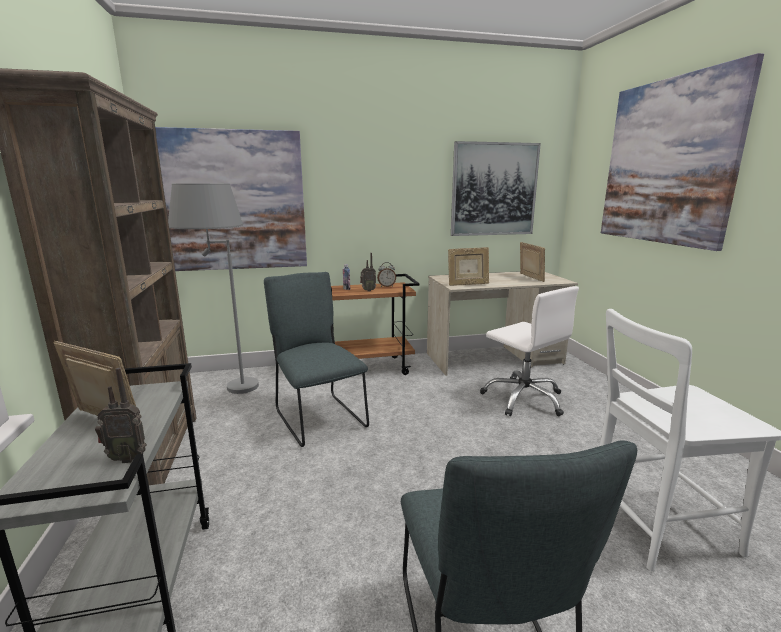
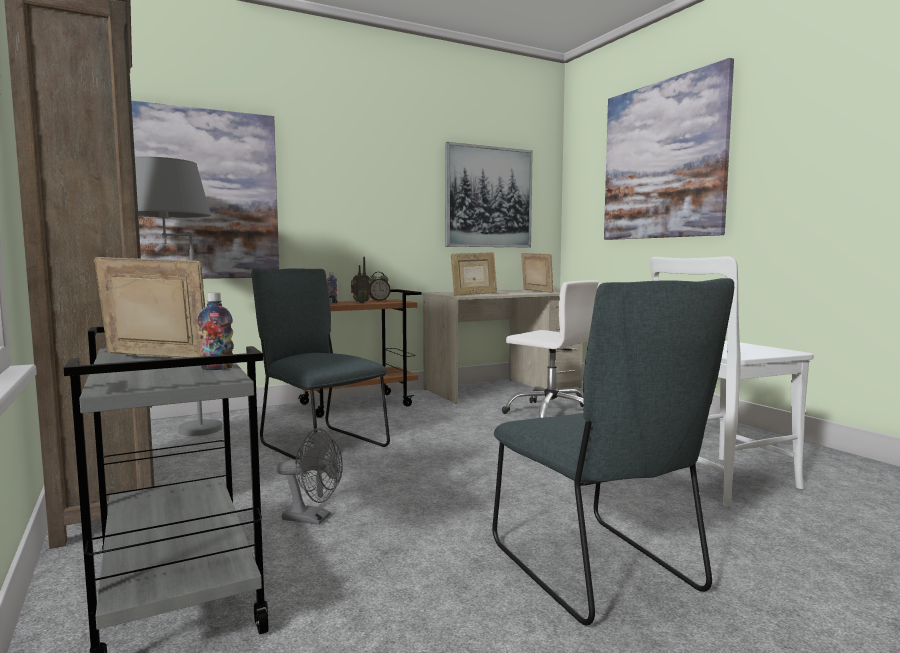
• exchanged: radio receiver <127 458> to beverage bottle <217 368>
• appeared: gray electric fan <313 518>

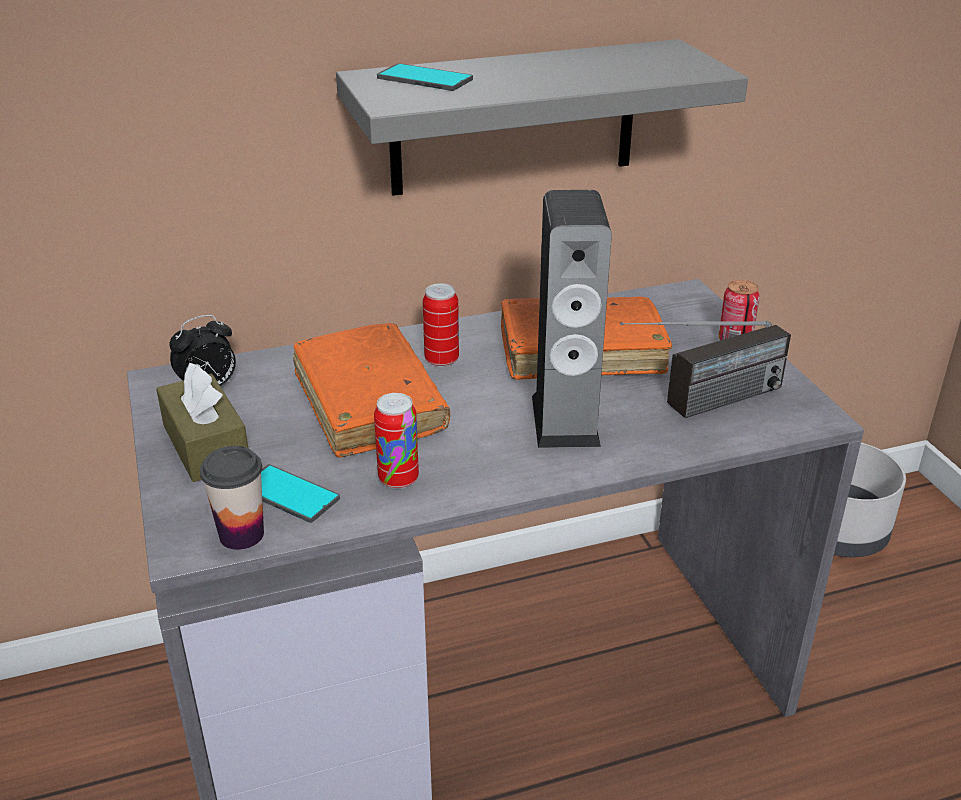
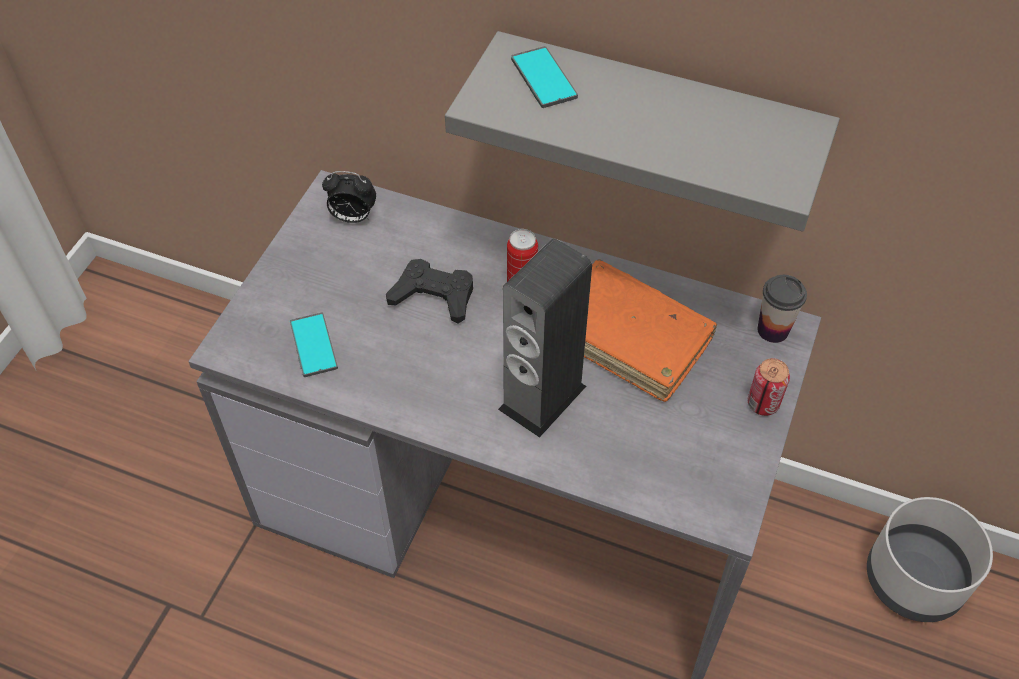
• missing: radio receiver <700 405>
• exchanged: orangey volume <369 403> to black-coloured joypad <434 296>
• missing: brownish box of tissues <206 445>
• missing: sealed can <398 479>
• relocated: cup <241 535> to <773 330>

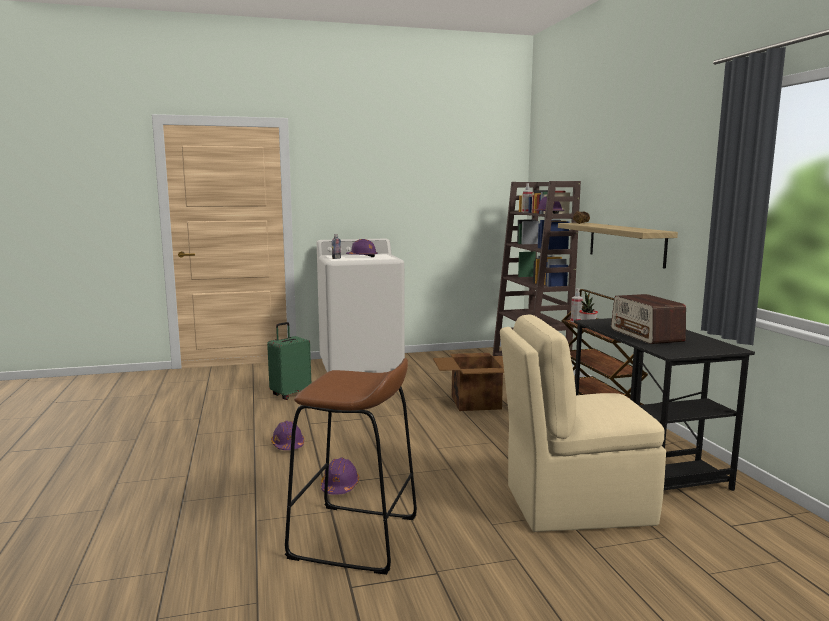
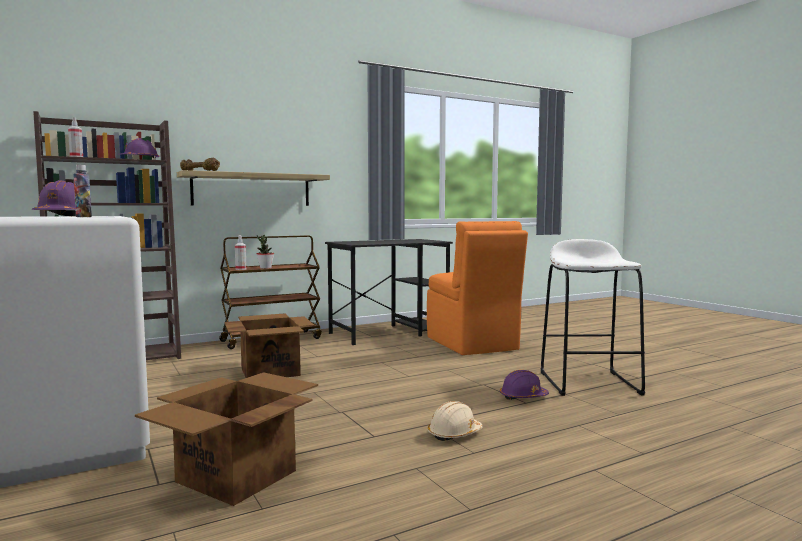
• missing: radio receiver <646 335>
• colour: sand-coloured plain chair <574 504> to orangey plain chair <472 344>
• exchanged: green travel case <290 394> to packing box <234 476>
• colour: brownish stool <354 538> to whitish stool <589 383>
• colour: purplish hard hat <288 445> to sand-coloured hard hat <454 434>

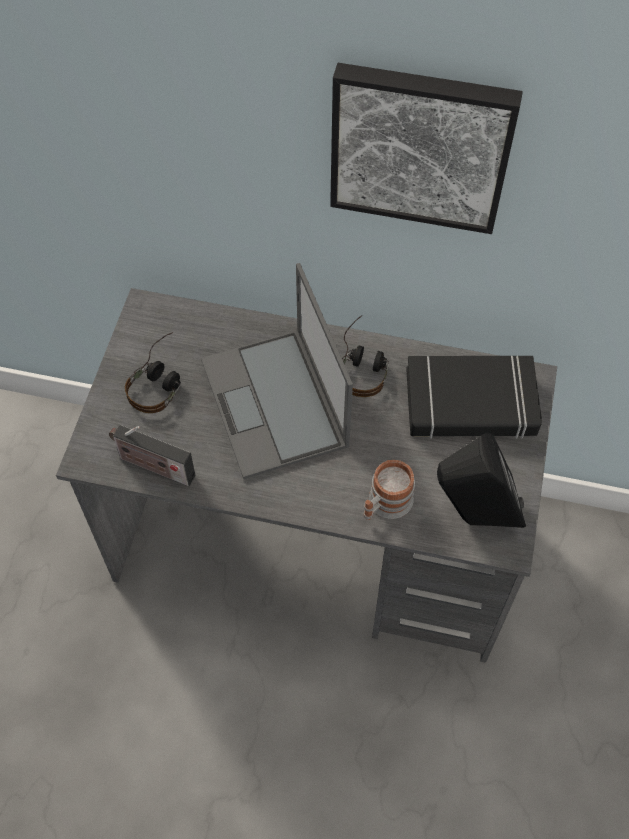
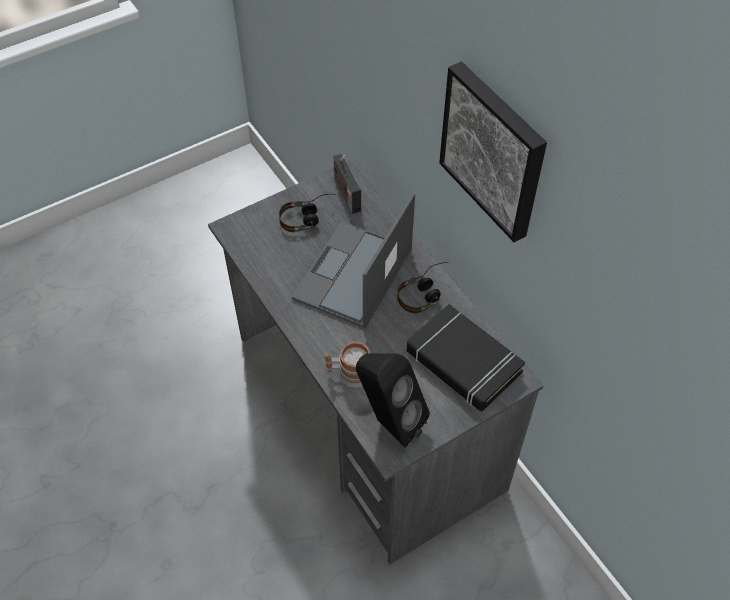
• relocated: radio receiver <153 466> to <345 192>

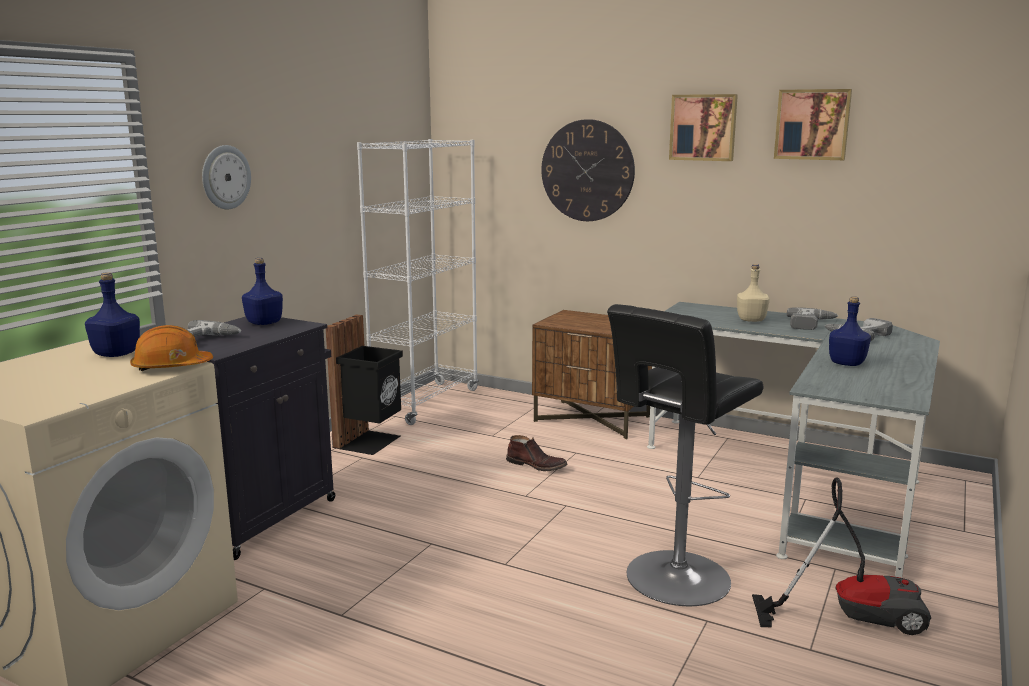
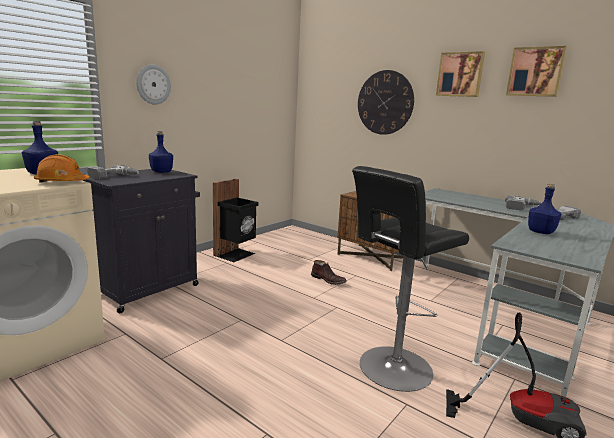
• missing: whitish bookshelf <426 403>
• missing: sand-coloured beverage bottle <752 320>

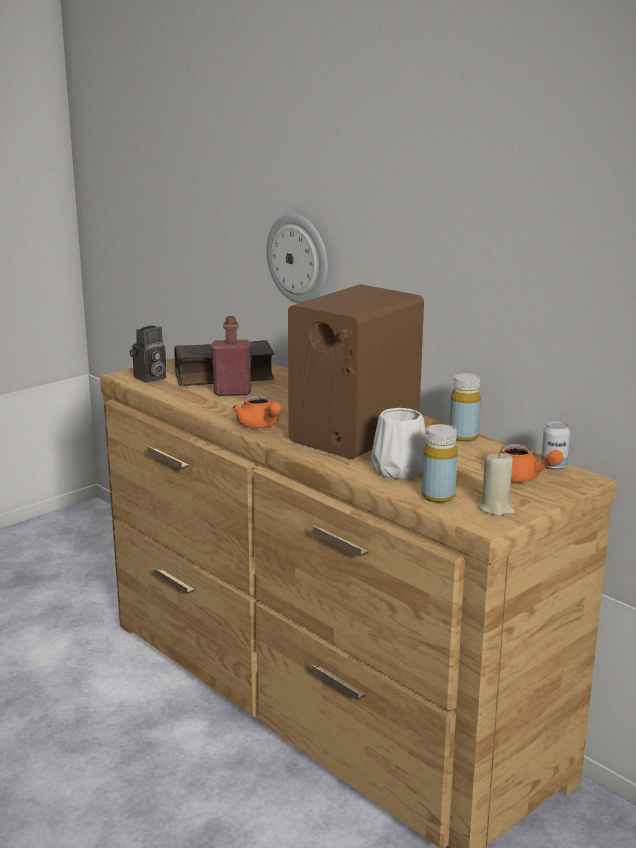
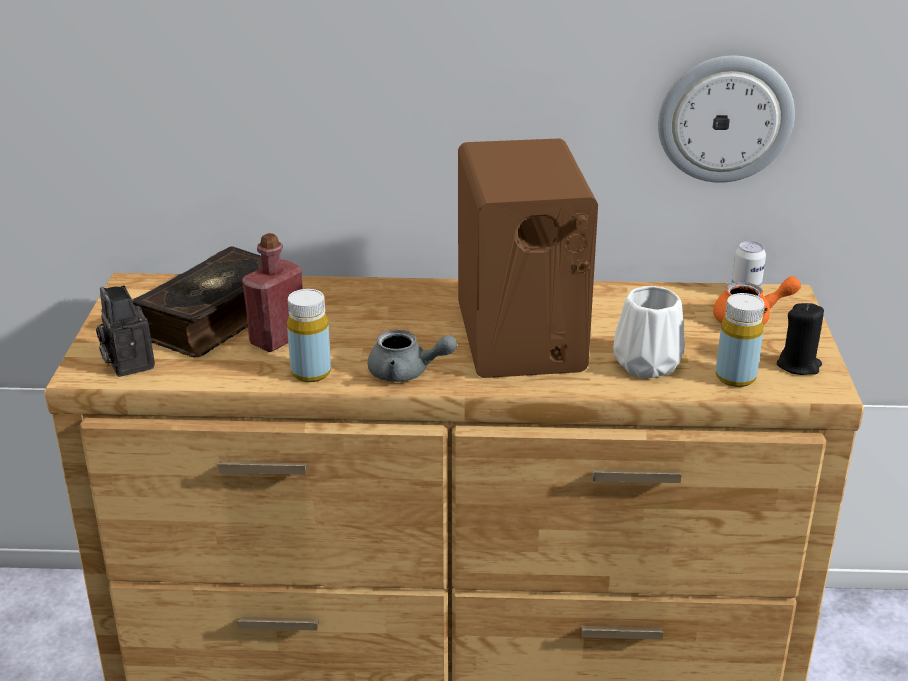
• relocated: hanging clock <299 258> to <725 118>
• spun: still camera <149 378> = <127 363> 150 degrees clockwise
• relocated: yellow beverage bottle <463 437> to <311 373>
• colour: orangey tea pot <260 426> to gray tea pot <407 373>
• colour: sand-coloured wax light <496 508> to black-coloured wax light <799 365>

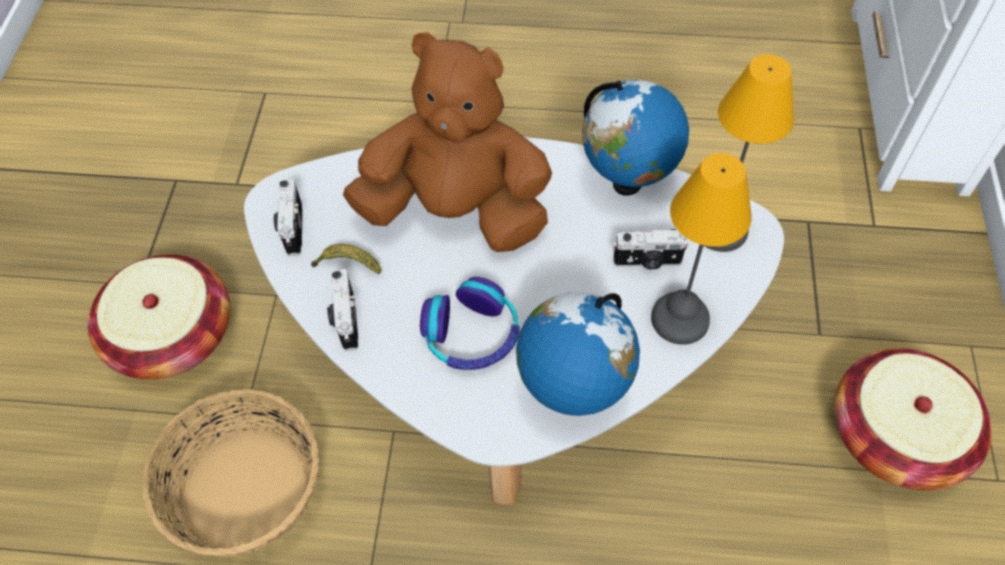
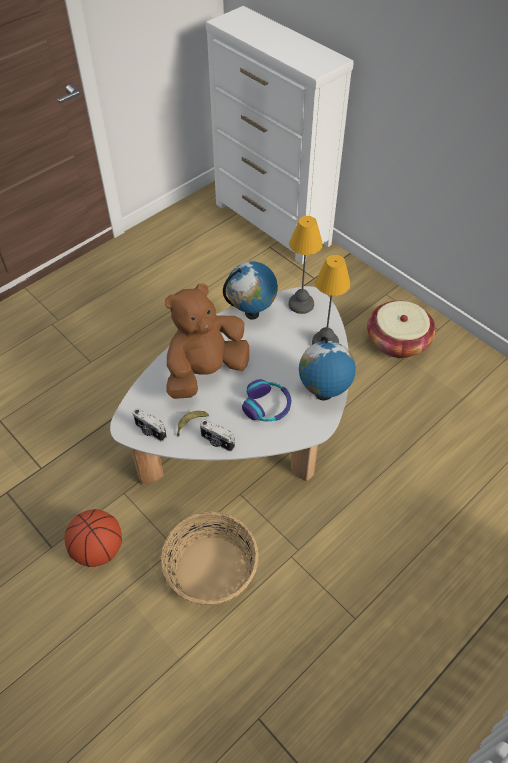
• missing: still camera <647 262>
• exchanged: storage basket <173 335> to ball for basketball <98 549>

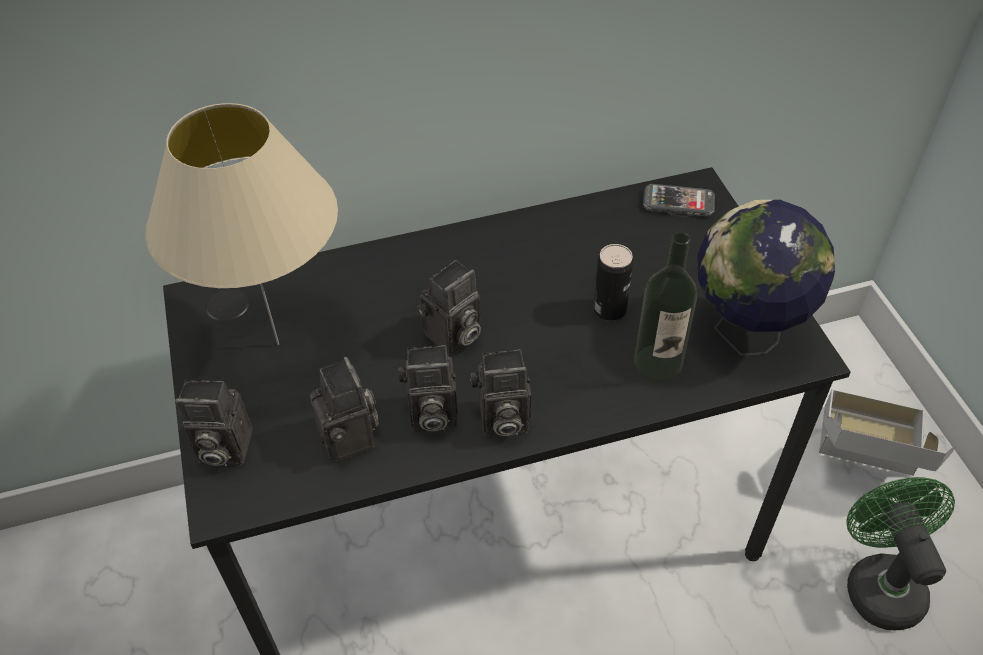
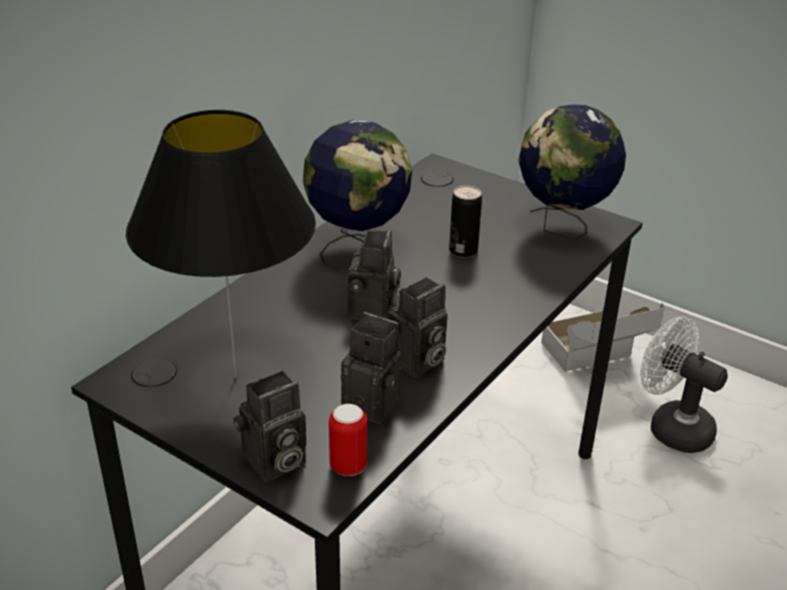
• colour: sand-coloured table lamp <278 343> to black-coloured table lamp <235 376>
• missing: handset <678 202>
• missing: beverage bottle <658 363>
• missing: still camera <501 420>
• colour: green electric fan <879 582> to whitish electric fan <671 427>
• appeared: globe <358 248>
• appeared: sealed can <348 466>

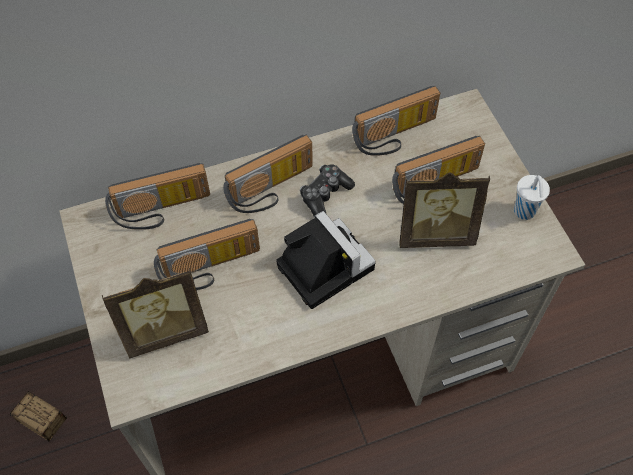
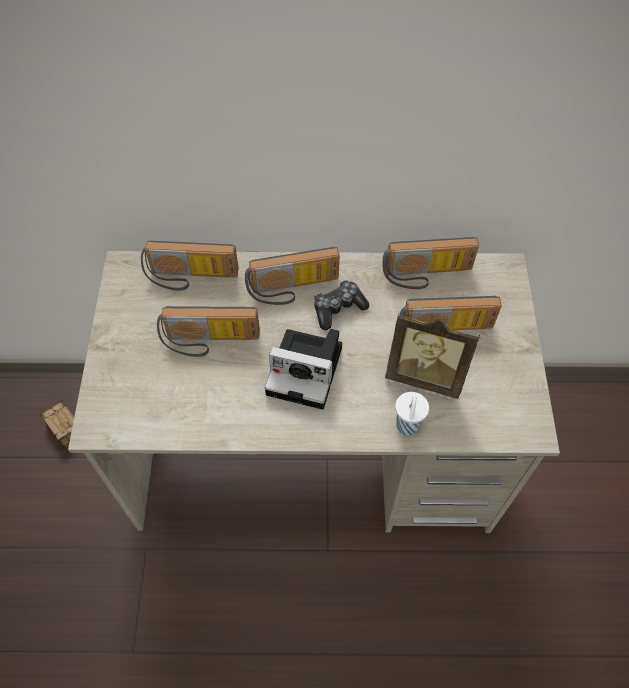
• relocated: whitish cup <524 212> to <407 427>
• spun: still camera <322 265> = <308 370> 120 degrees clockwise
• missing: photo frame <165 330>

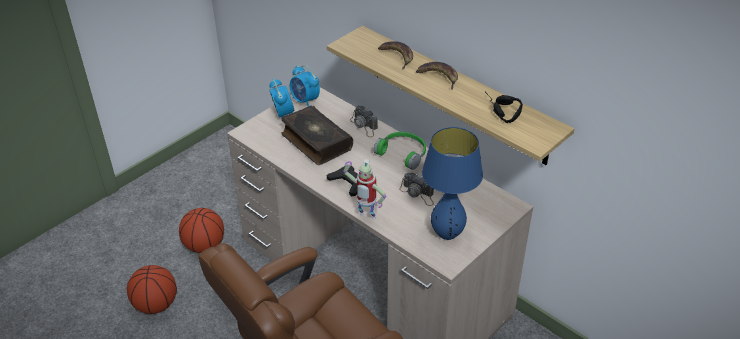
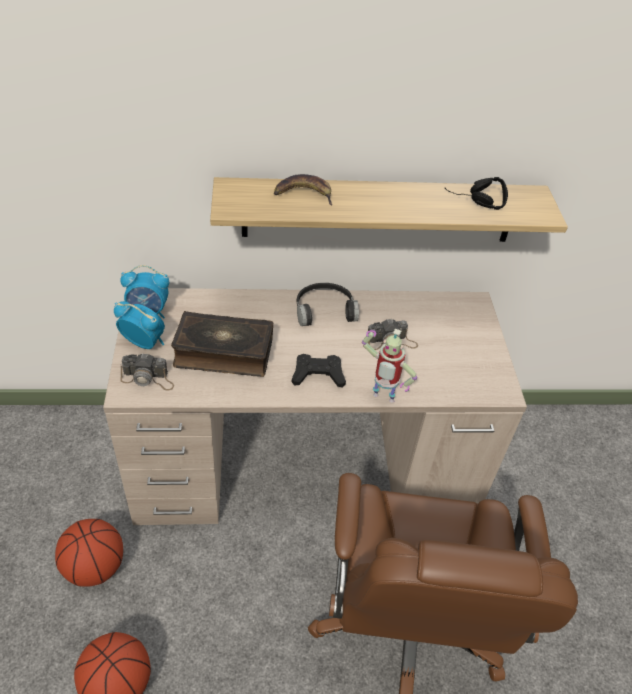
• missing: banana <439 77>
• relocated: still camera <364 126> to <148 378>
• missing: bluish table lamp <447 234>
• colour: green pair of headphones <403 153> to black-coloured pair of headphones <324 310>
• spun: model robot <366 217> = <381 400> 45 degrees clockwise

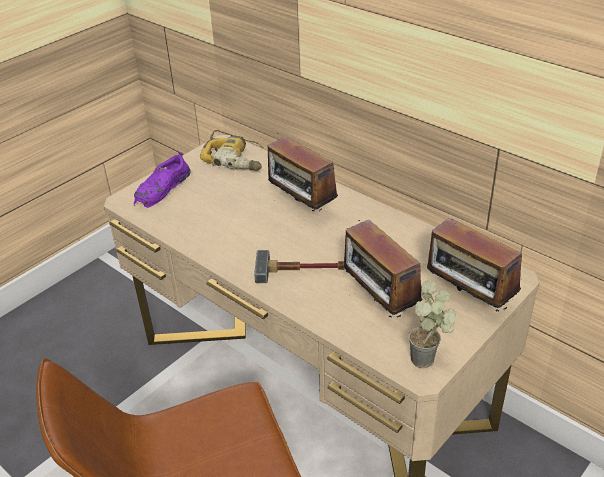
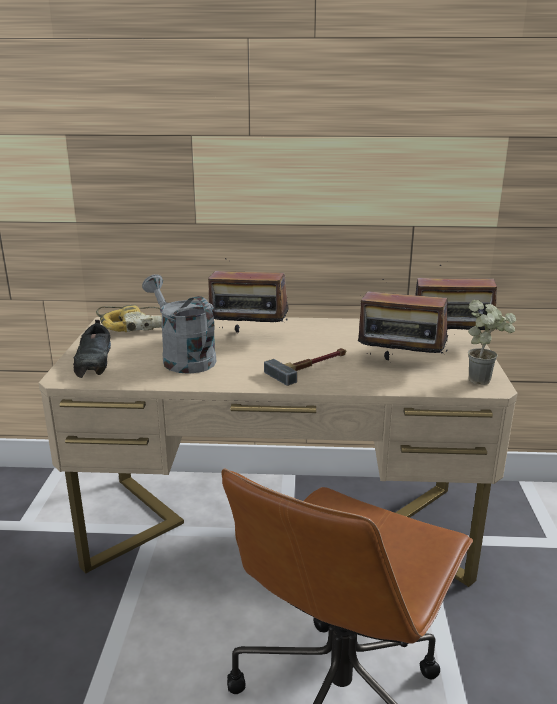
• colour: purplish item of footwear <162 189> to black-coloured item of footwear <94 360>
• appeared: gray sprinkling can <183 358>

